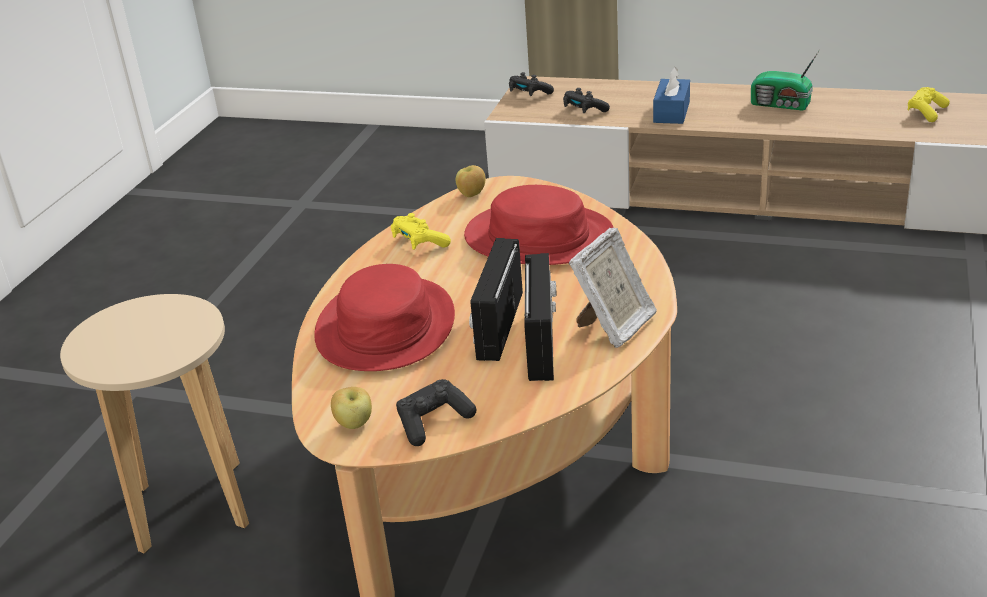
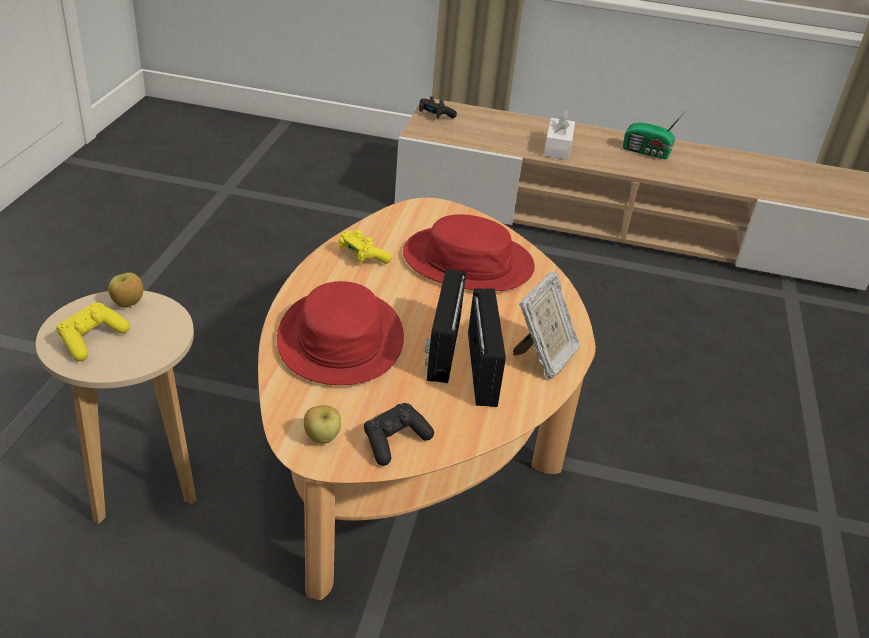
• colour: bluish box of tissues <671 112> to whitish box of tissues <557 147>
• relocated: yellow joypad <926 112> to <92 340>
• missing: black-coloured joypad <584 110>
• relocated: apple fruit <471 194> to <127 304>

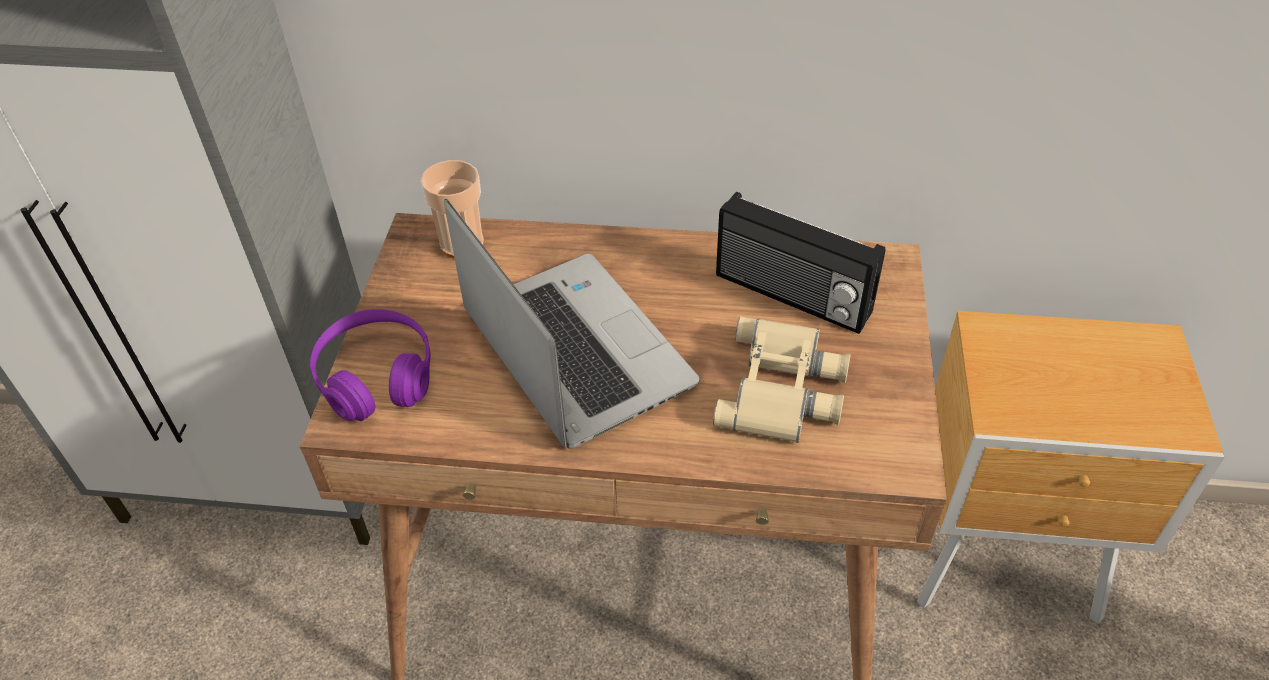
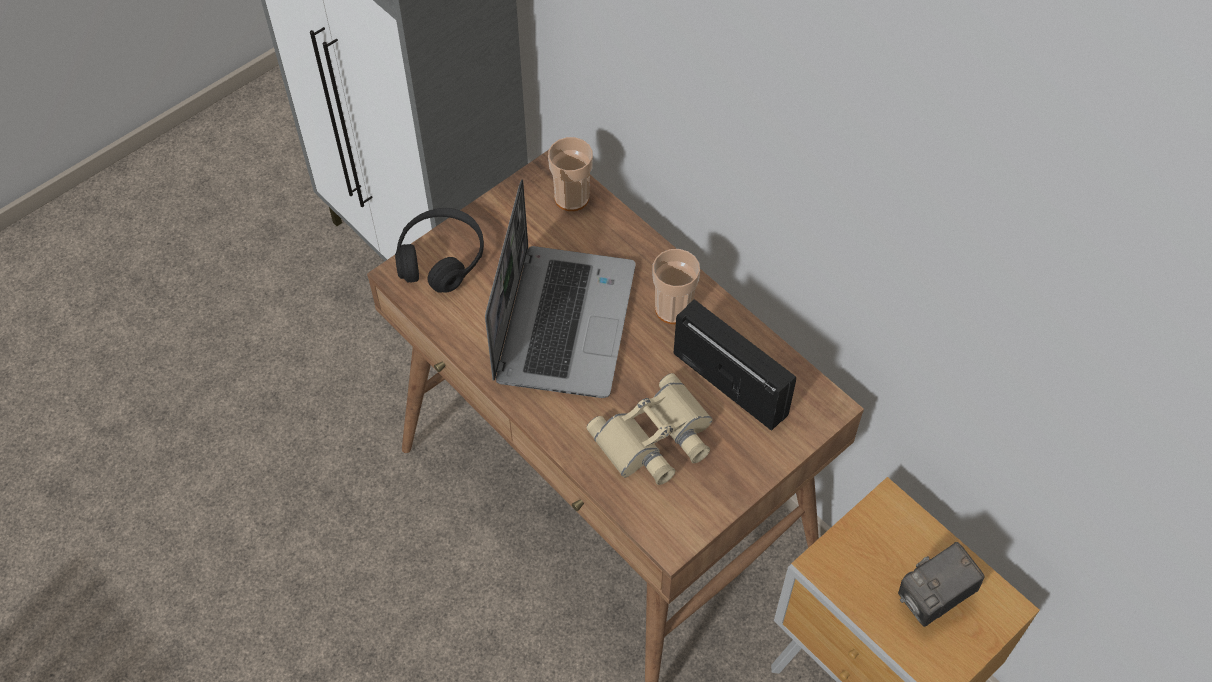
• spun: radio receiver <791 296> = <731 383> 150 degrees clockwise
• colour: purplish pair of headphones <376 377> to black-coloured pair of headphones <441 259>
• appeared: cup <673 309>
• appeared: still camera <933 599>

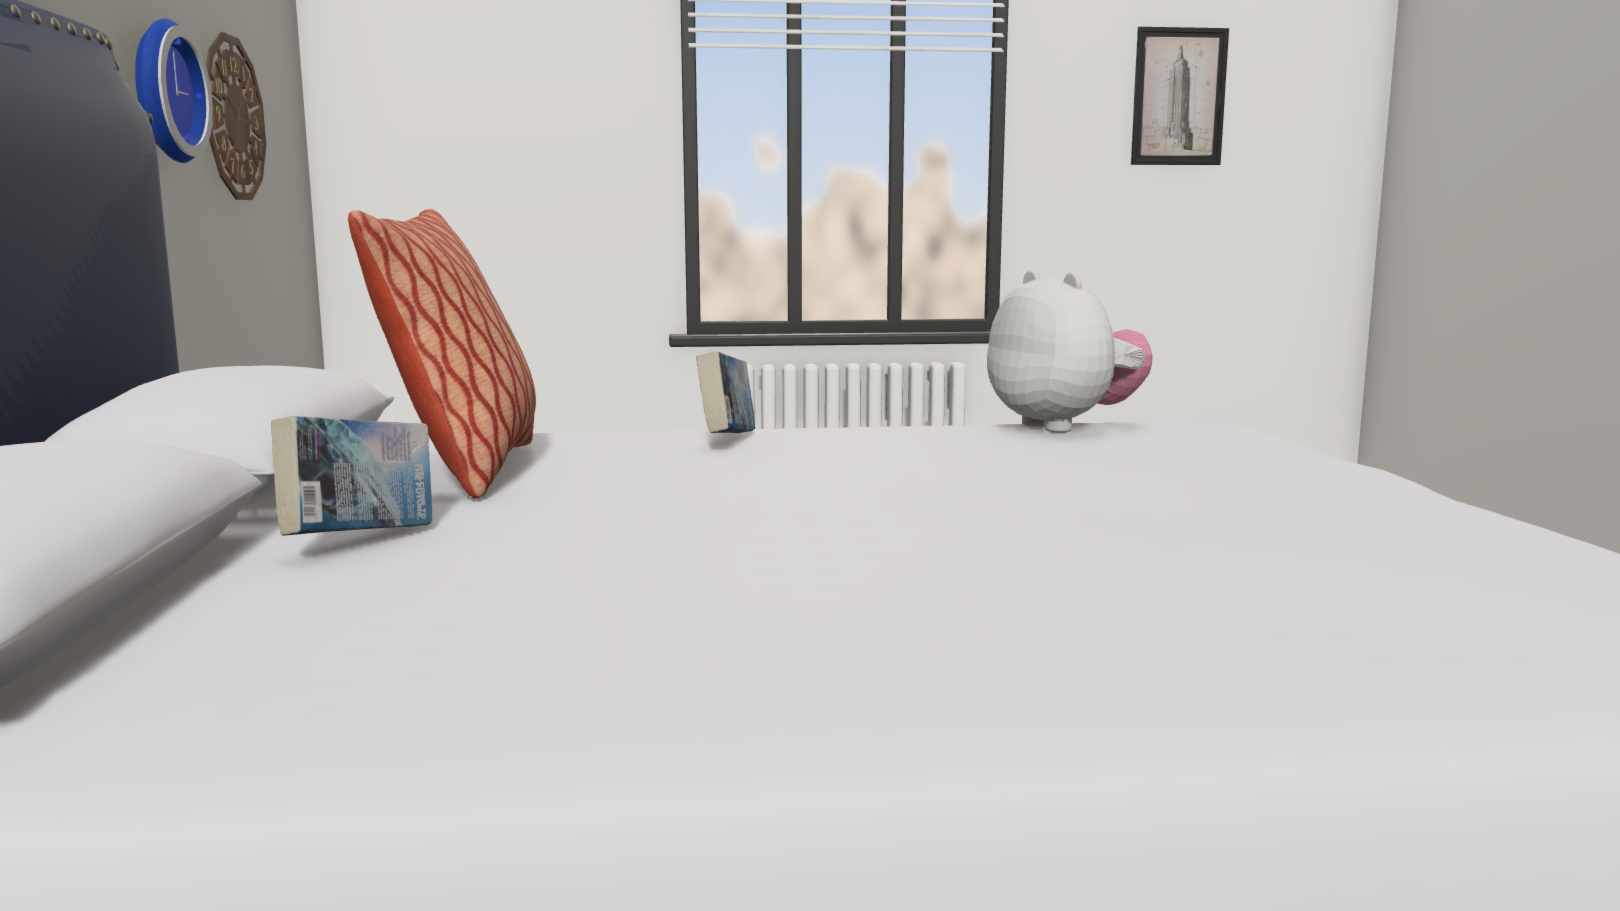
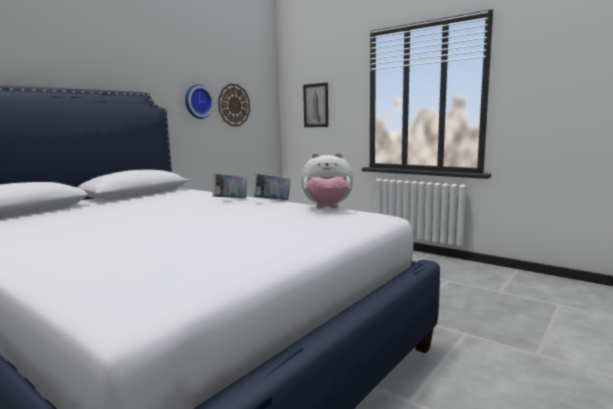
• relocated: wall picture <1178 97> to <316 105>
• missing: throw pillow <465 471>
• spun: soft toy <1064 426> = <327 209> 75 degrees clockwise
• relocated: volume <361 542> to <272 201>

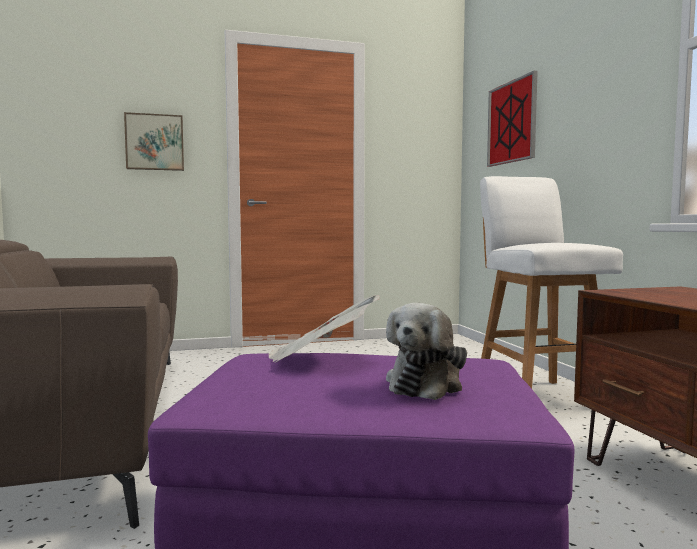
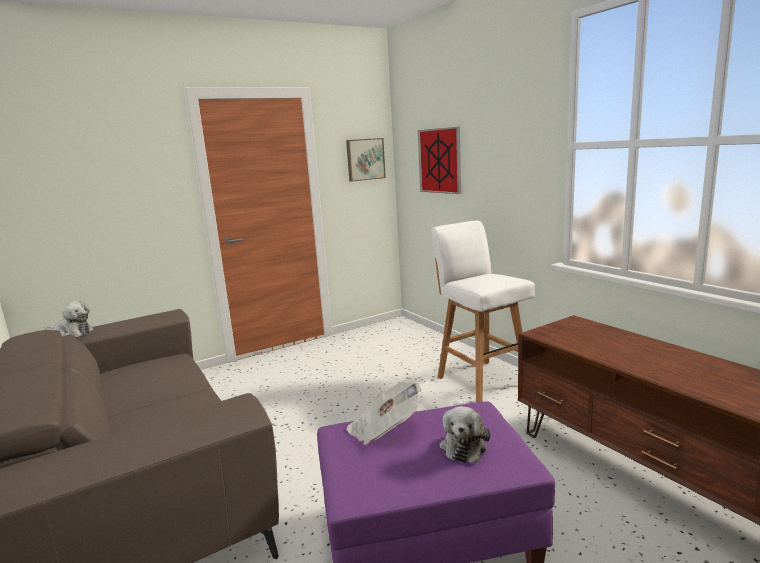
• relocated: wall picture <155 142> to <365 159>
• appeared: soft toy <71 333>

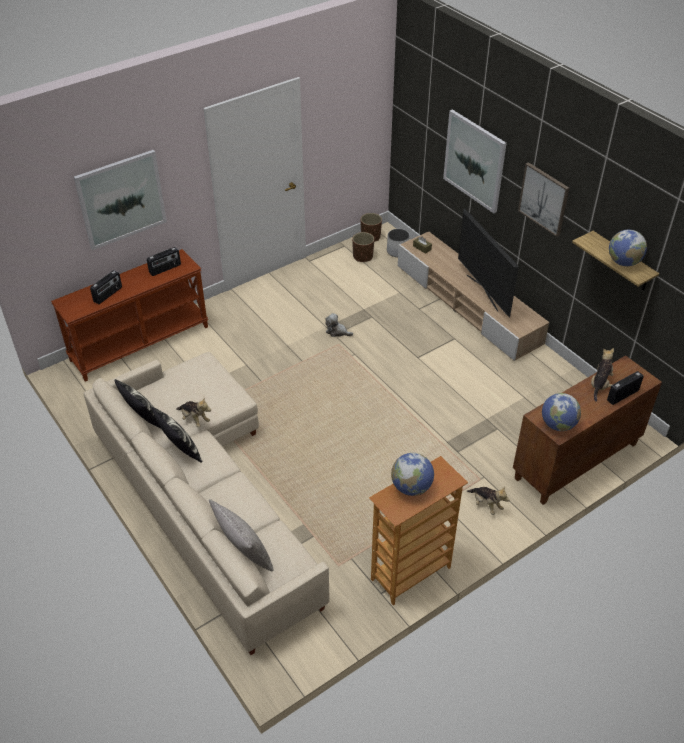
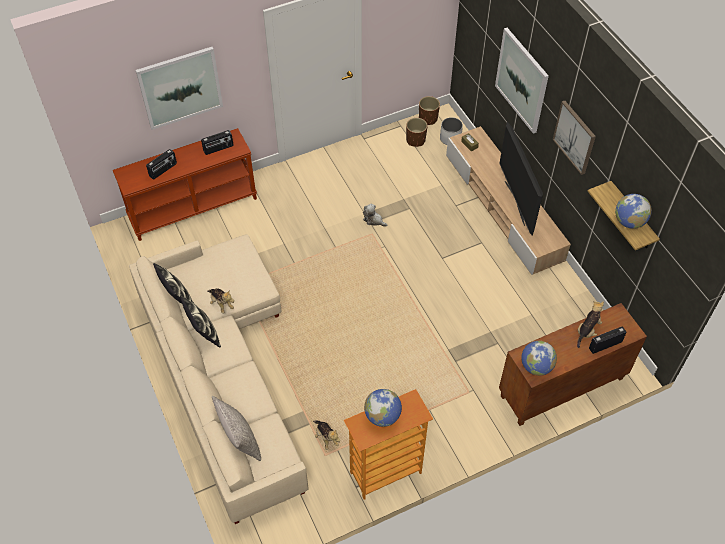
• relocated: soft toy <486 504> to <326 437>

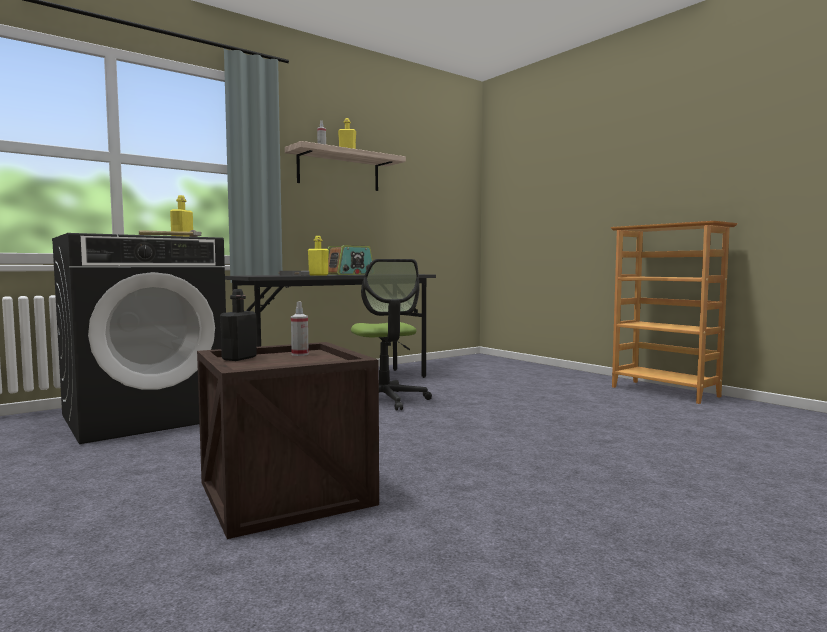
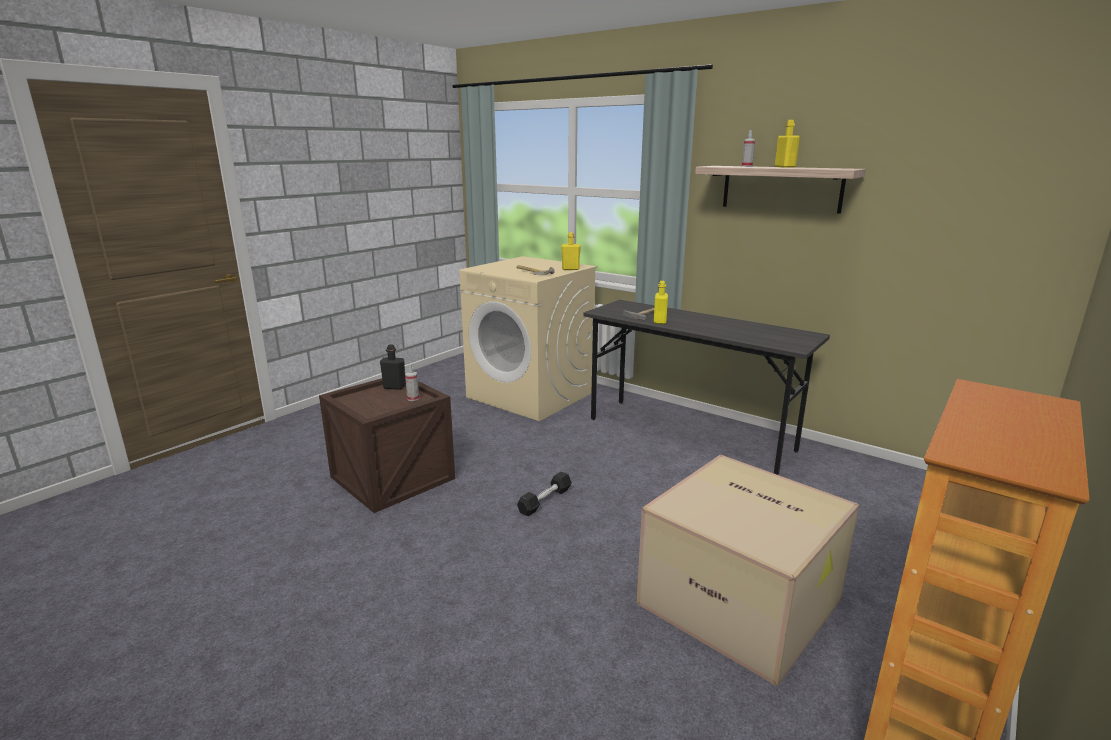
• colour: black-coloured laundry machine <145 417> to sand-coloured laundry machine <531 395>
• missing: radio receiver <349 274>
• missing: desk chair <385 400>
• appeared: packing box <742 601>
• appeared: black-coloured dumbbell <545 501>

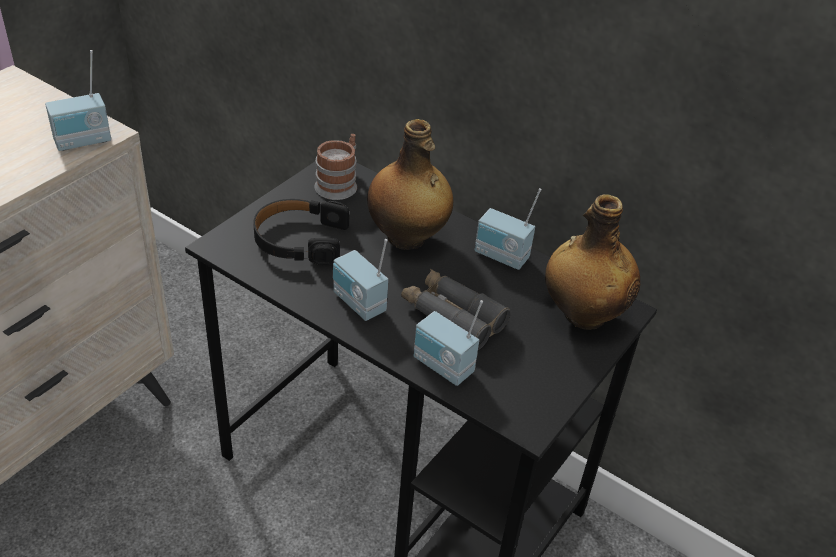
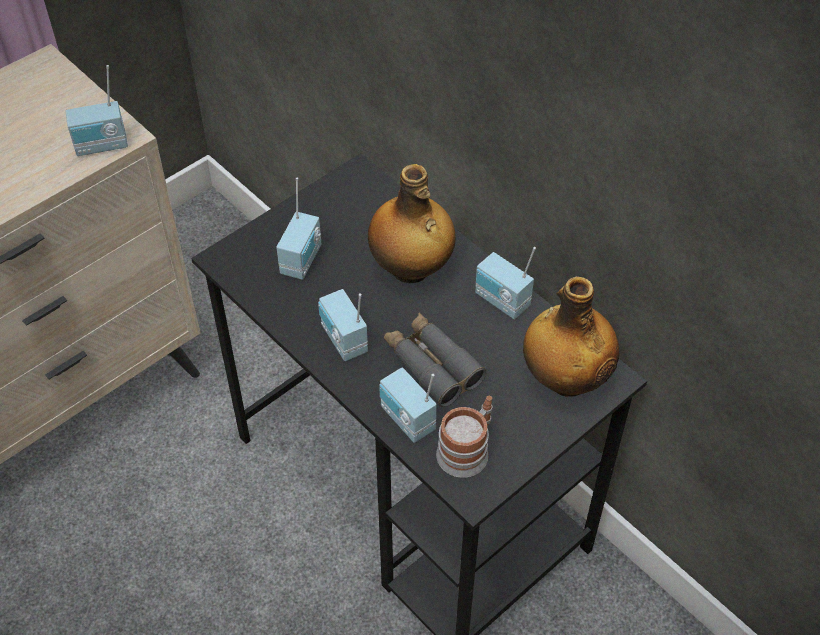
• relocated: tea mug <339 184> to <467 449>
• exchanged: black-coloured pair of headphones <300 240> to radio receiver <303 260>

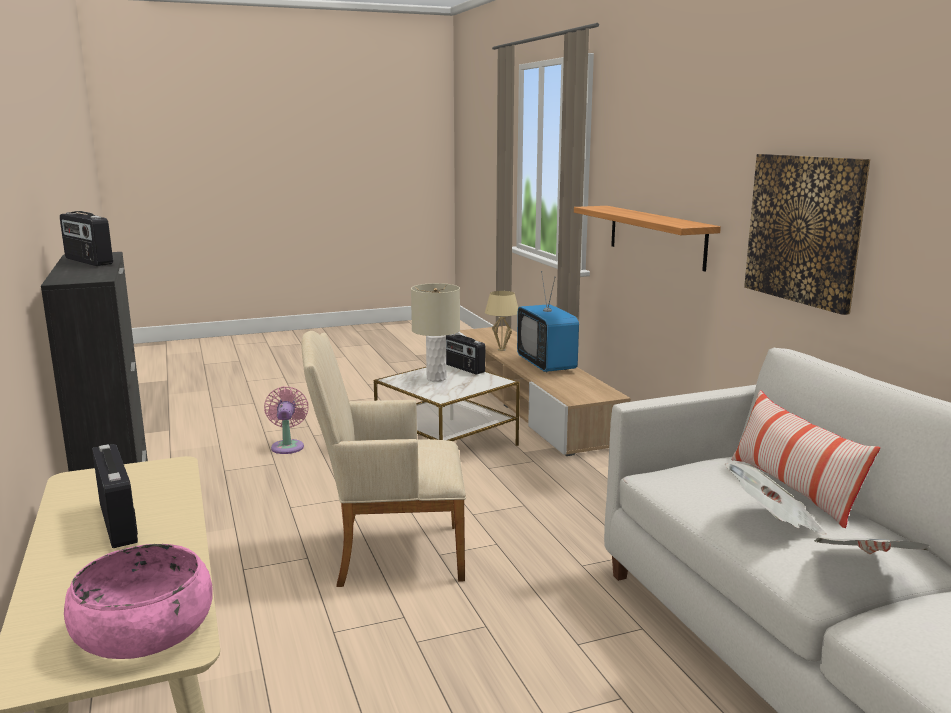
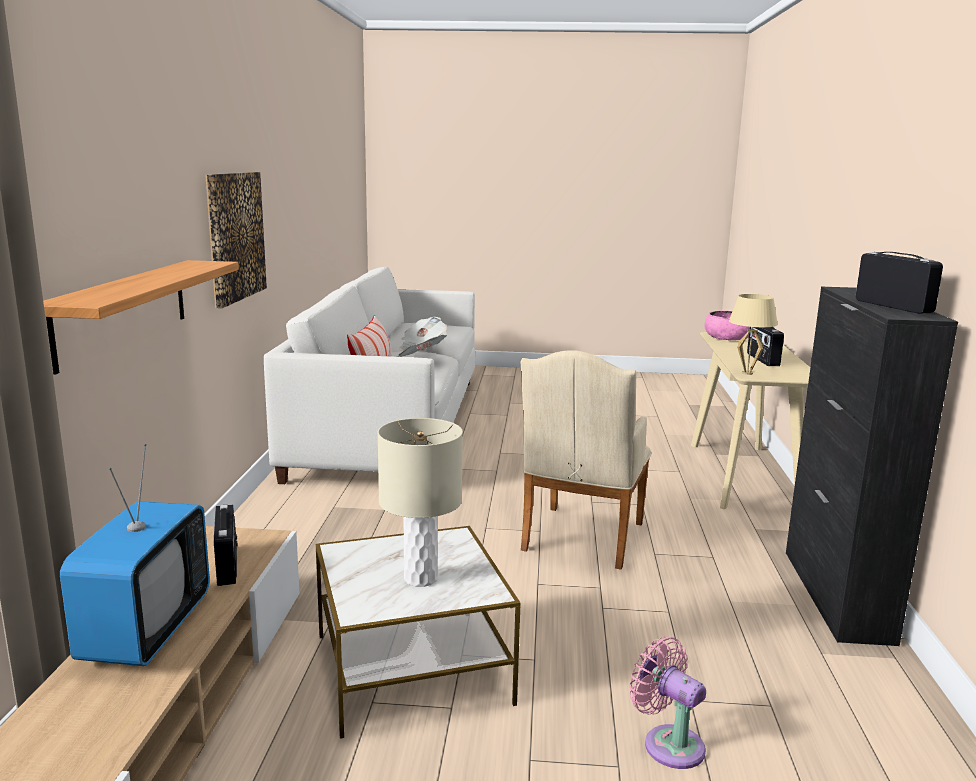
• relocated: sand-coloured table lamp <501 349> to <747 373>
• spun: sand-coloured lounge chair <390 554> = <580 540> 90 degrees clockwise
• relocated: radio receiver <463 368> to <228 566>
• spun: pink electric fan <288 446> = <668 743> 120 degrees clockwise

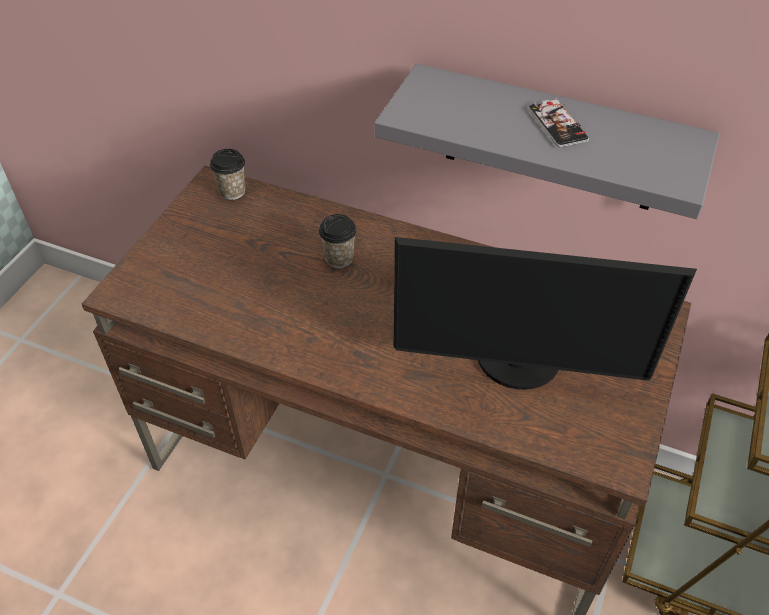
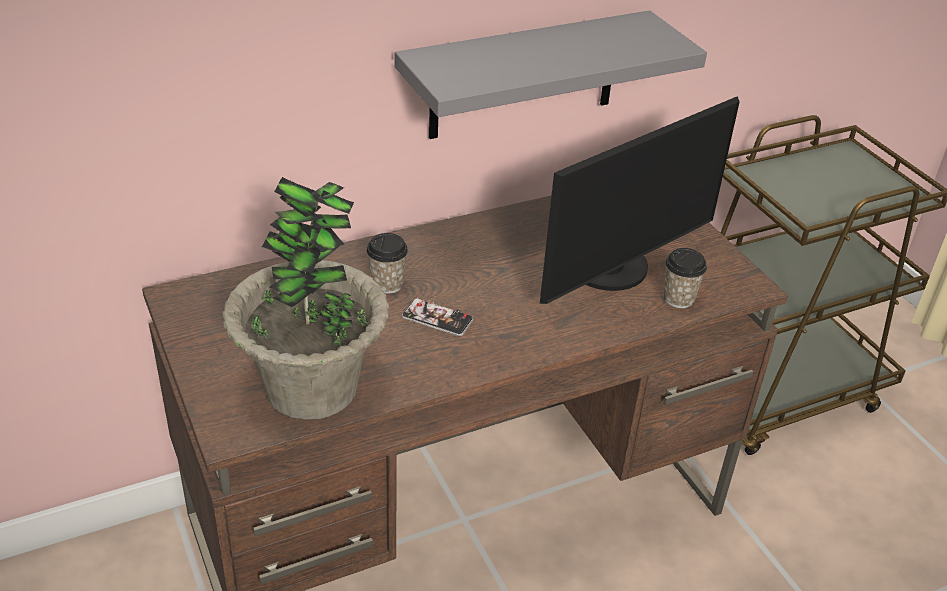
• relocated: handset <557 124> to <437 318>
• relocated: cup <232 191> to <678 299>
• appeared: houseplant <311 388>

